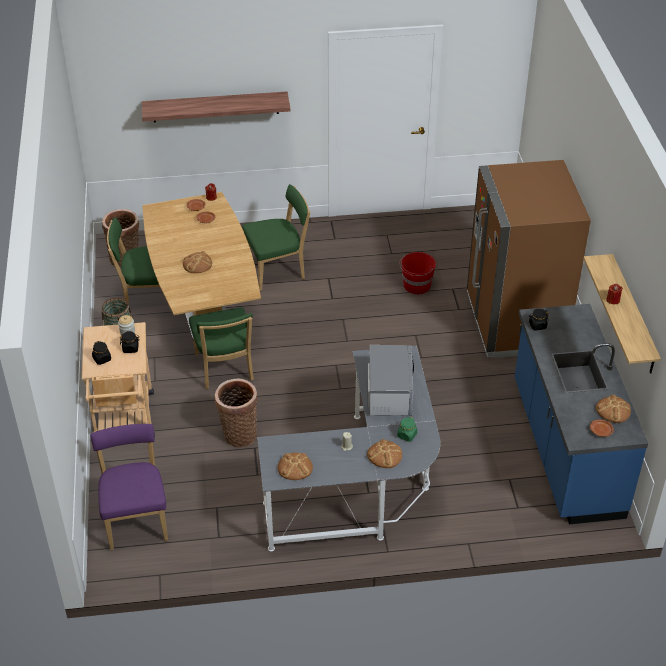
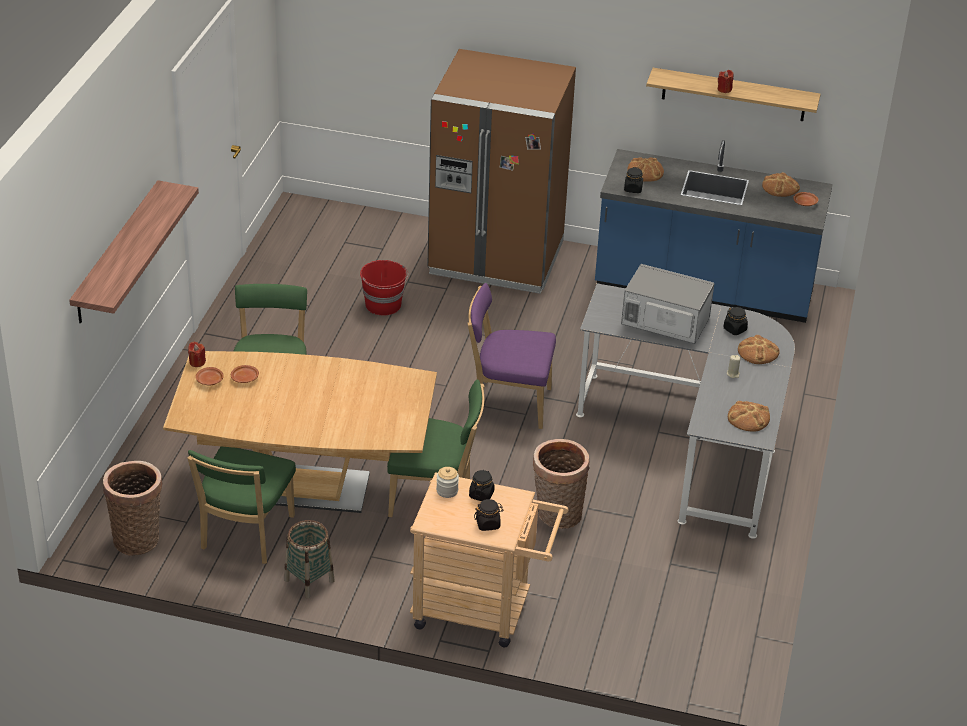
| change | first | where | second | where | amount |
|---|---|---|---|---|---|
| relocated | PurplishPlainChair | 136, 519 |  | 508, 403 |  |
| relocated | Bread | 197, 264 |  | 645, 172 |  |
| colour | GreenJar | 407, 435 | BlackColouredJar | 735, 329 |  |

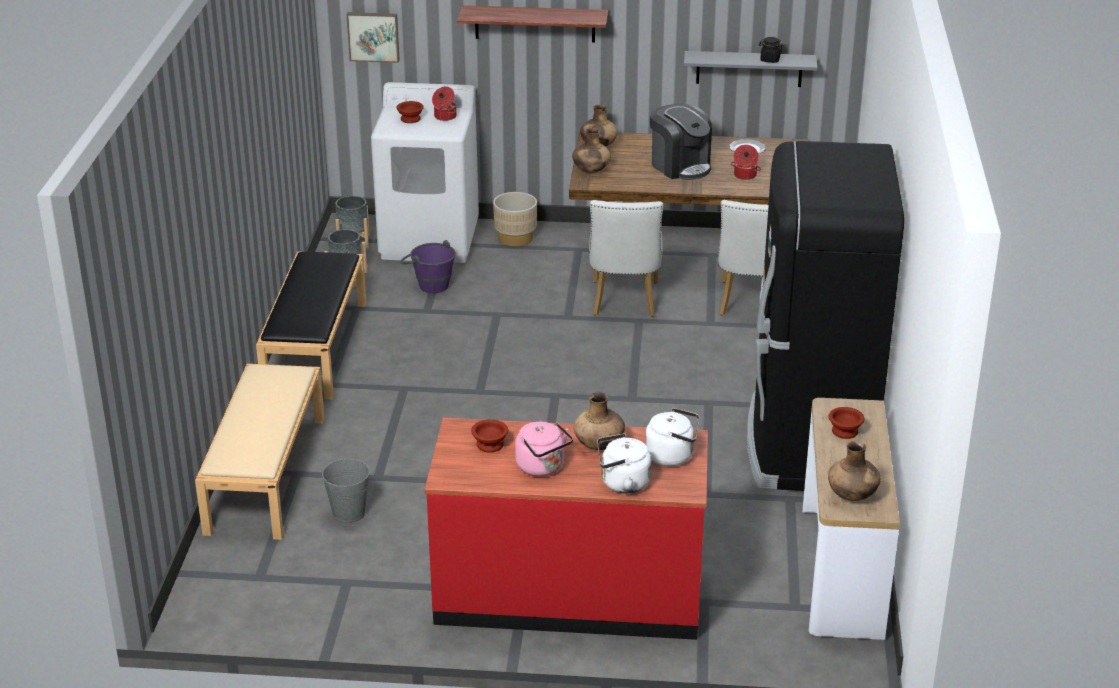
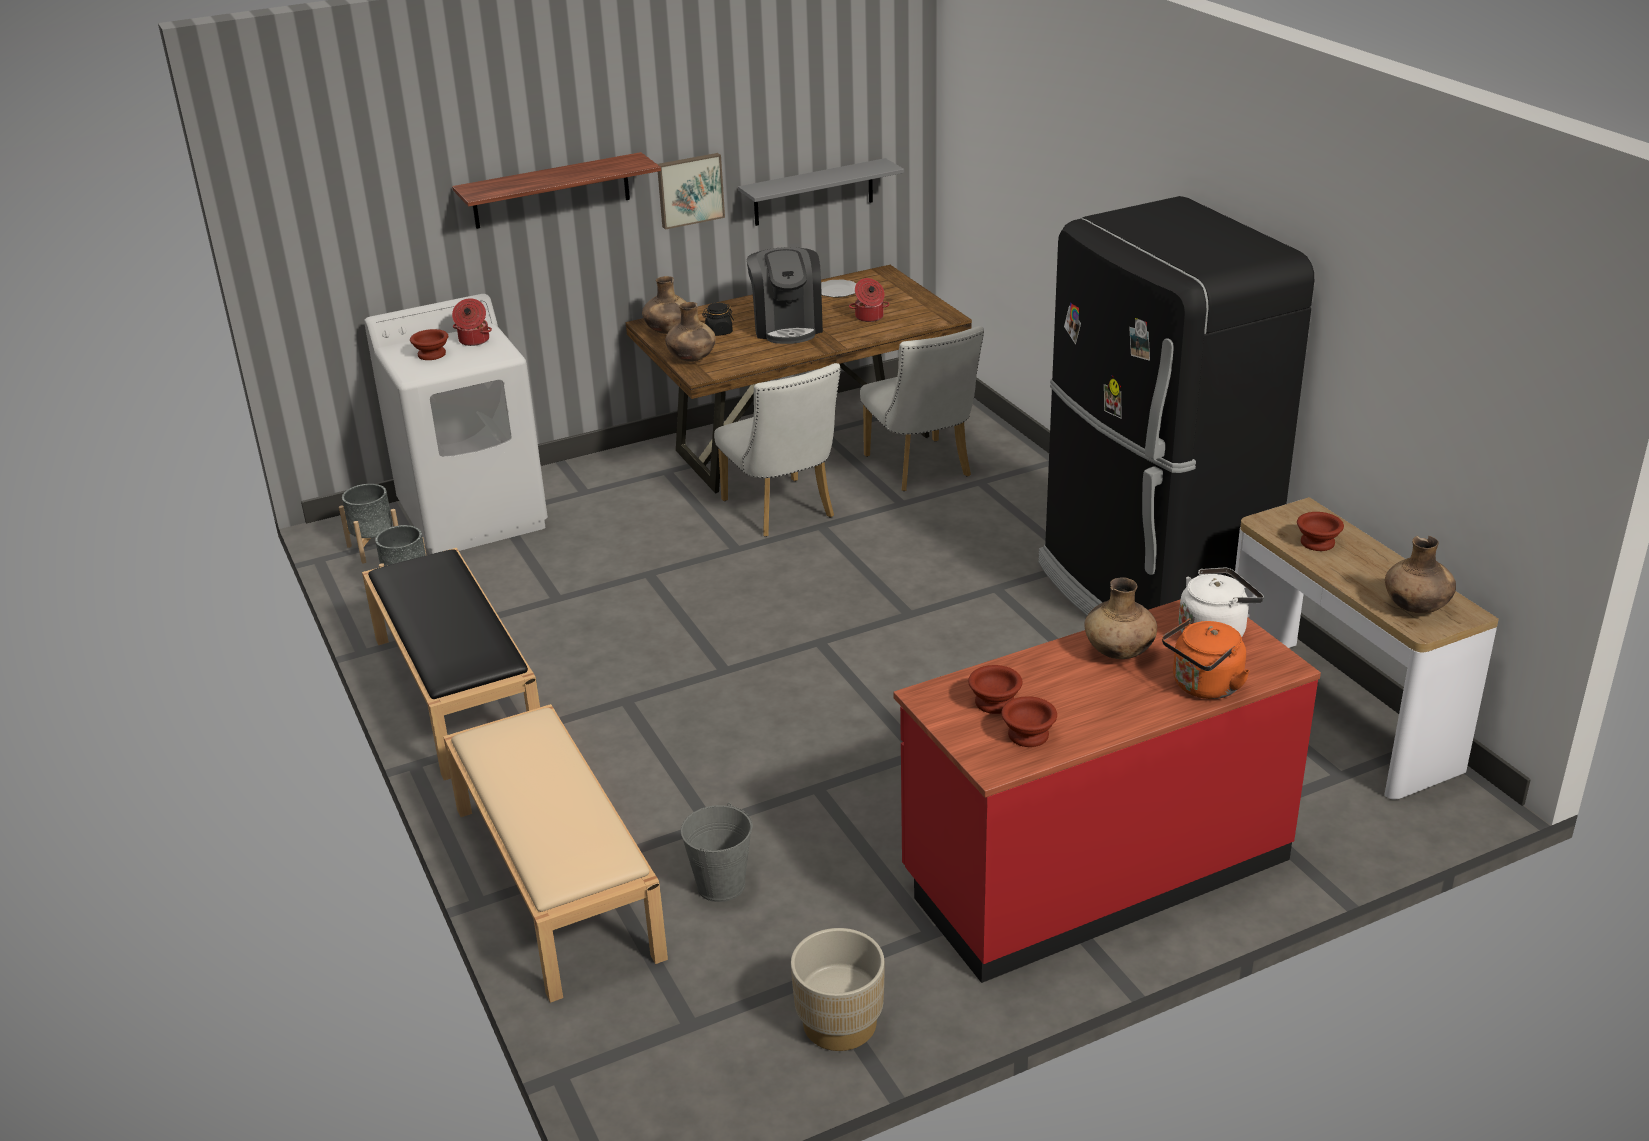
| change | first | where | second | where | amount |
|---|---|---|---|---|---|
| relocated | Picture | 373, 36 |  | 689, 190 |  |
| missing | PurplishWaterBucket | 429, 284 |  |  |  |
| relocated | BeigePlanter | 515, 238 |  | 839, 1024 |  |
| missing | PinkKettle | 542, 467 |  |  |  |
| colour | WhiteColouredKettle | 622, 483 | OrangeKettle | 1203, 687 |  |
| spun | CoffeeBrewer | 680, 166 |  | 787, 327 | 60 degrees clockwise |
| relocated | BlackColouredJar | 770, 60 |  | 719, 332 |  |
| appeared |  |  | BrownColouredDeepDish | 1030, 734 |  |

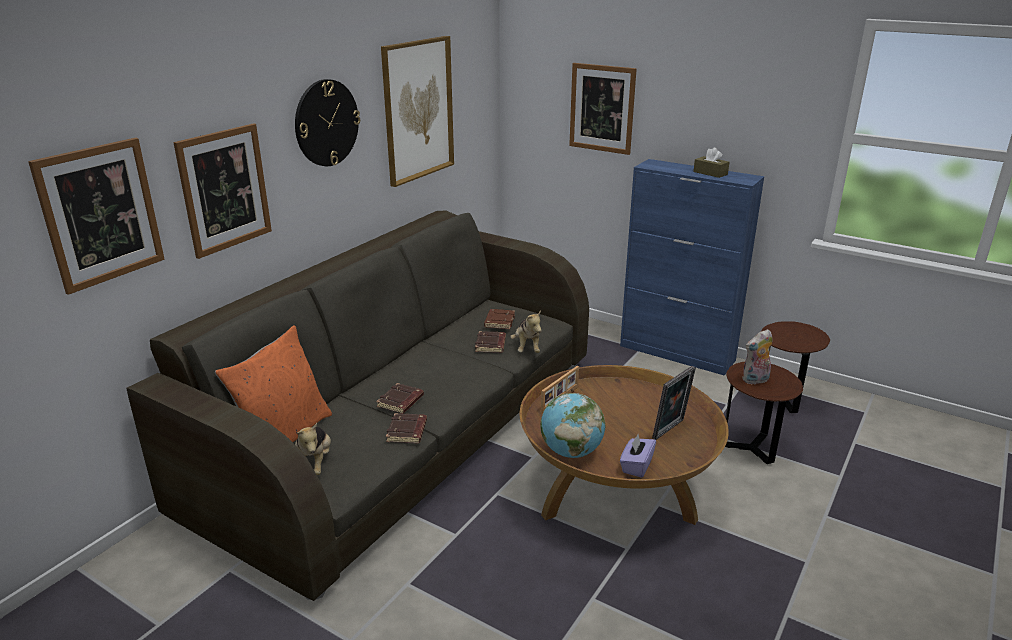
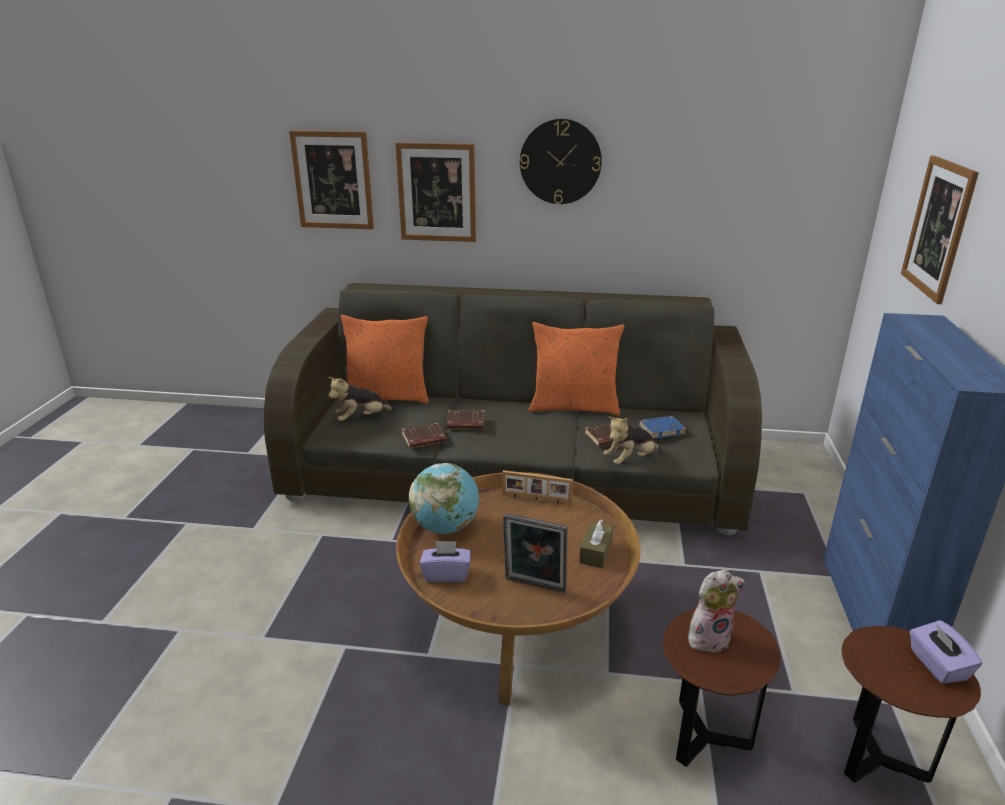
| change | first | where | second | where | amount |
|---|---|---|---|---|---|
| missing | Picture | 418, 110 |  |  |  |
| colour | BrownColouredBoundBook | 499, 321 | BlueBoundBook | 661, 430 |  |
| relocated | BrownColouredBoxOfTissues | 710, 173 |  | 596, 552 |  |
| spun | CuddlyToy | 755, 380 |  | 708, 637 | 120 degrees clockwise |
| appeared |  |  | OrangePillow | 574, 406 |  |
| appeared |  |  | PurplishBoxOfTissues | 937, 665 |  |

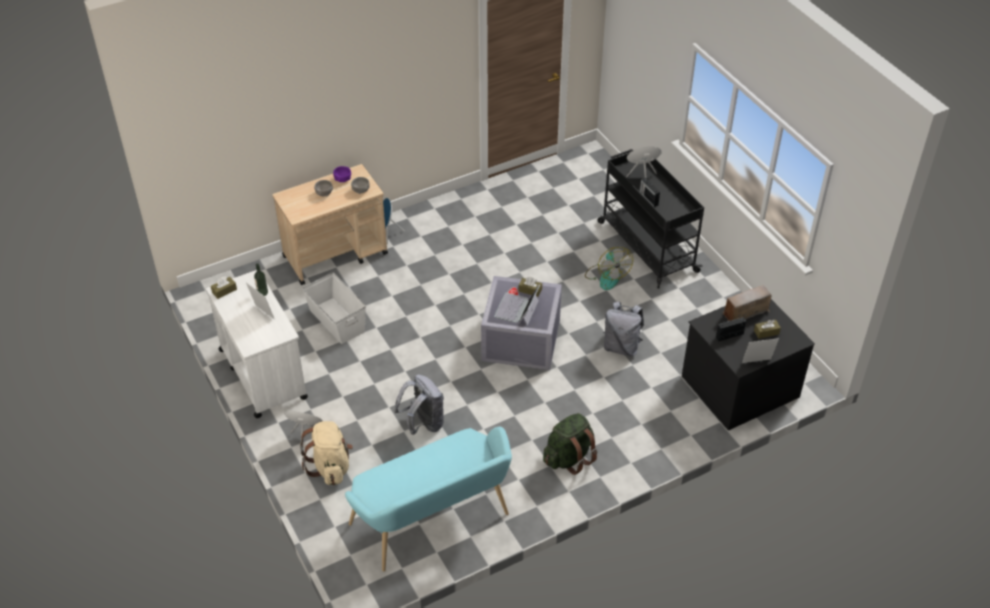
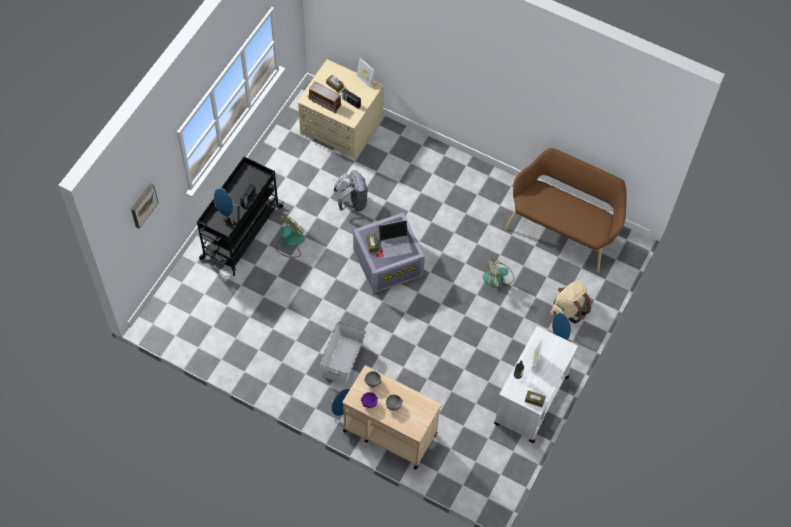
| change | first | where | second | where | amount |
|---|---|---|---|---|---|
| relocated | WhiteColouredStorageBox | 337, 320 |  | 342, 359 |  |
| colour | TurquoiseColouredIndoorBench | 434, 523 | BrownColouredIndoorBench | 563, 230 |  |
| exchanged | GrayKnapsack | 423, 423 | ElectricFan | 498, 278 |  |
| missing | GreenKnapsack | 569, 457 |  |  |  |
| colour | BlackColouredDrawerChest | 739, 385 | BeigeDrawerChest | 341, 127 |  |
| appeared |  |  | Picture | 143, 205 |  |

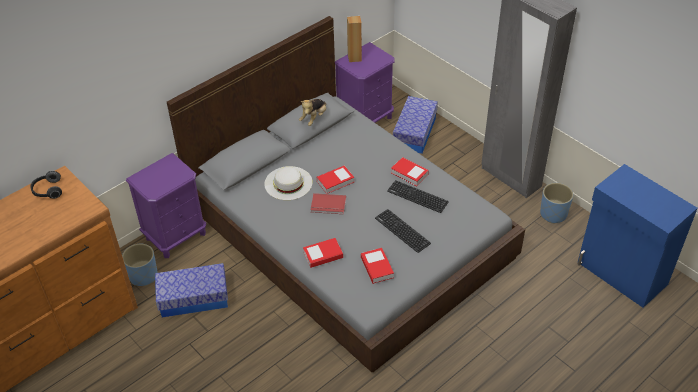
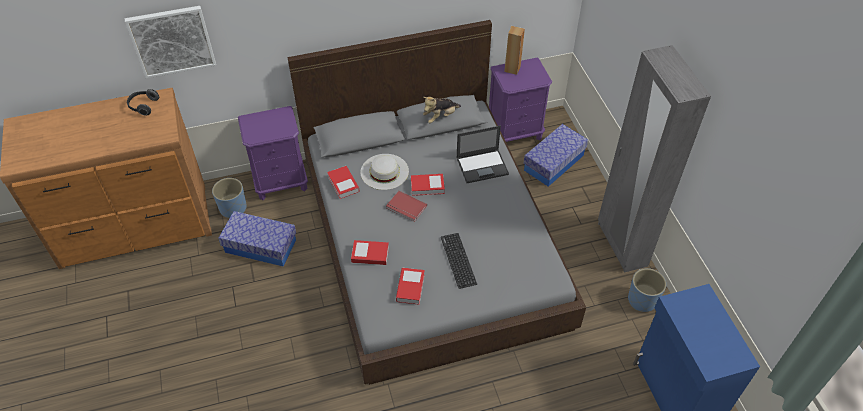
| change | first | where | second | where | amount |
|---|---|---|---|---|---|
| missing | PcKeyboard | 417, 197 |  |  |  |
| relocated | BoundBook | 409, 174 |  | 343, 184 |  |
| appeared |  |  | Picture | 172, 41 |  |
| appeared |  |  | NotebookComputer | 482, 166 |  |

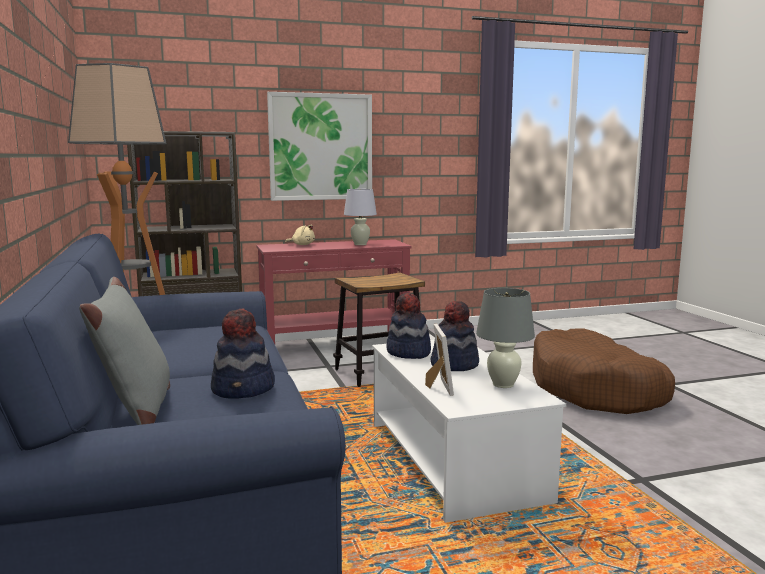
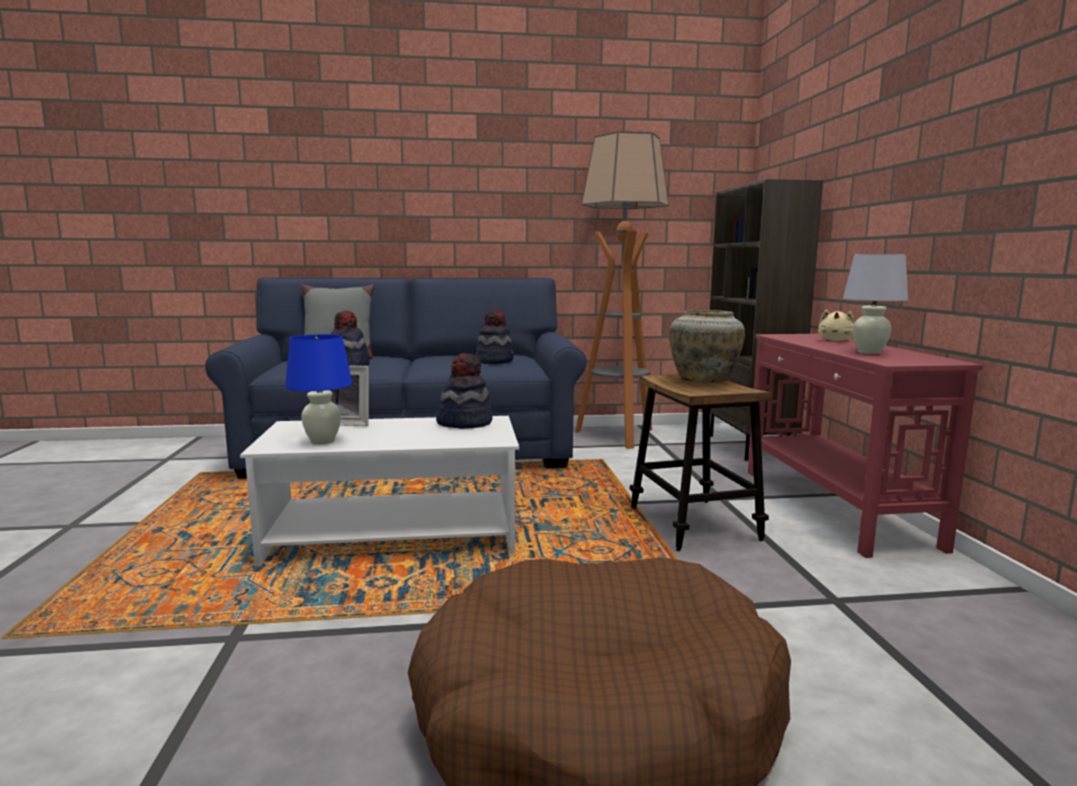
| change | first | where | second | where | amount |
|---|---|---|---|---|---|
| missing | Picture | 320, 147 |  |  |  |
| relocated | WearableHat | 454, 364 |  | 494, 361 |  |
| colour | GrayLampForATable | 503, 384 | BlueLampForATable | 322, 441 |  |
| appeared |  |  | BeigeDecorativeVase | 704, 380 |  |

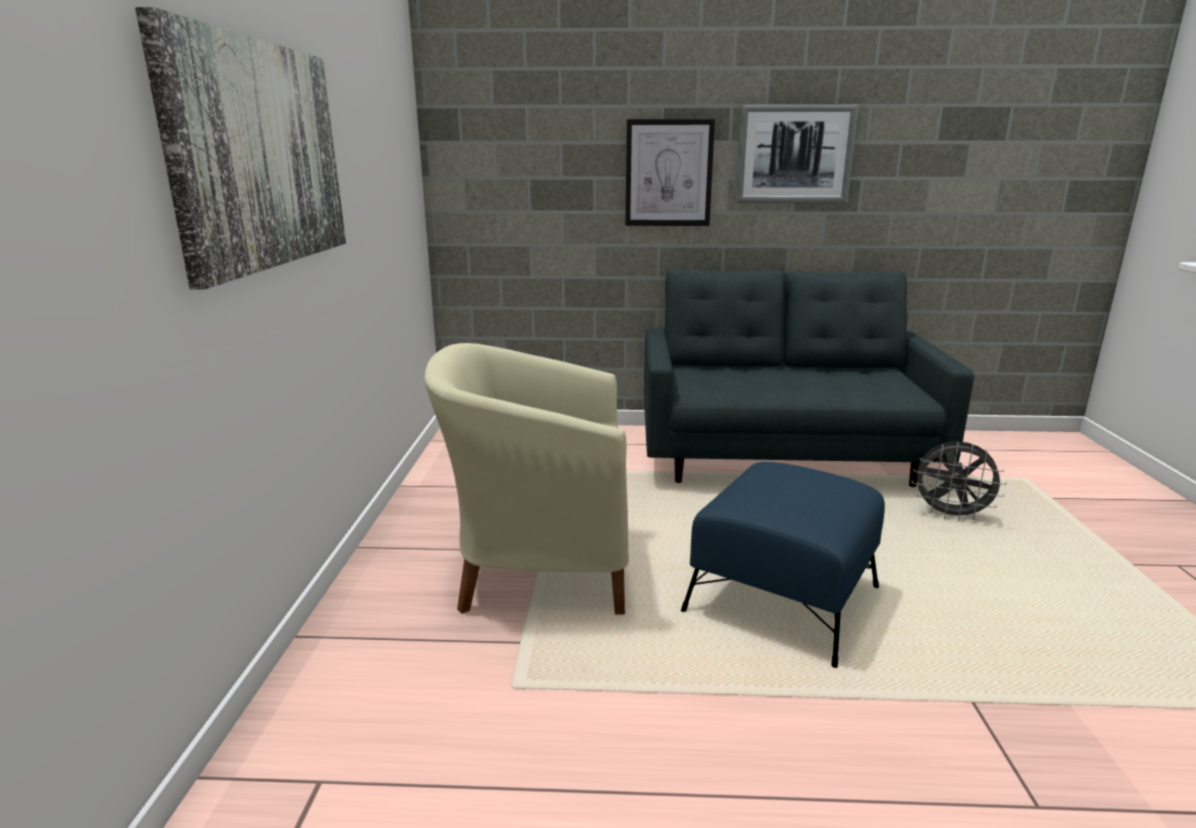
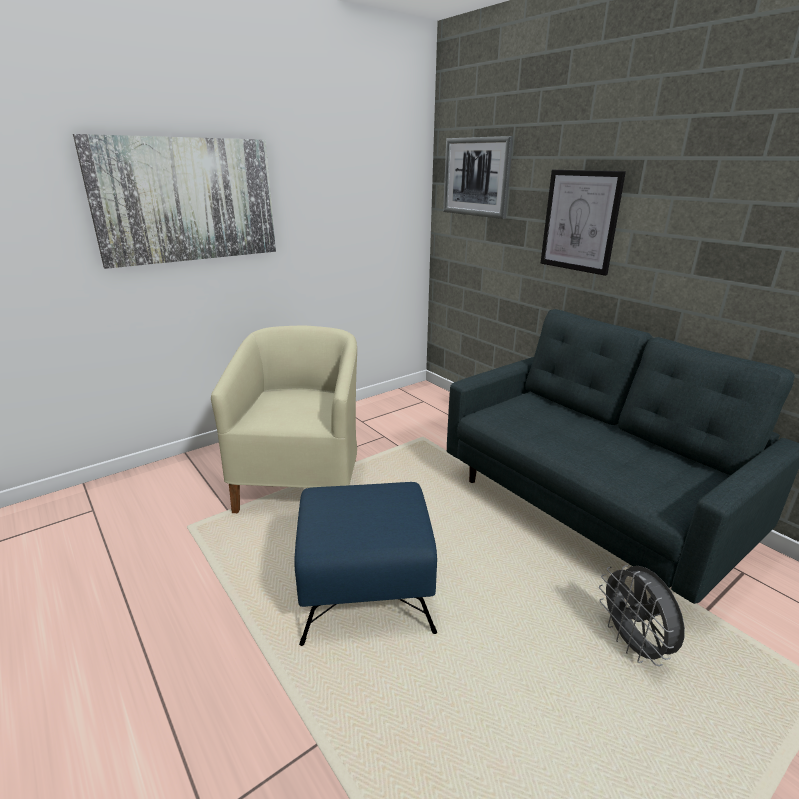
| change | first | where | second | where | amount |
|---|---|---|---|---|---|
| spun | BeigeArmchair | 538, 569 |  | 302, 482 | 45 degrees clockwise |
| relocated | Picture | 794, 155 |  | 476, 177 |  |

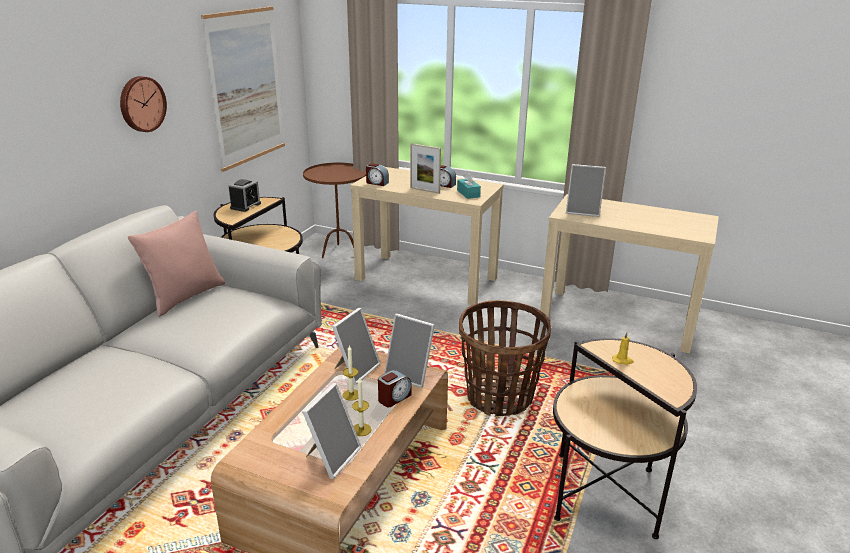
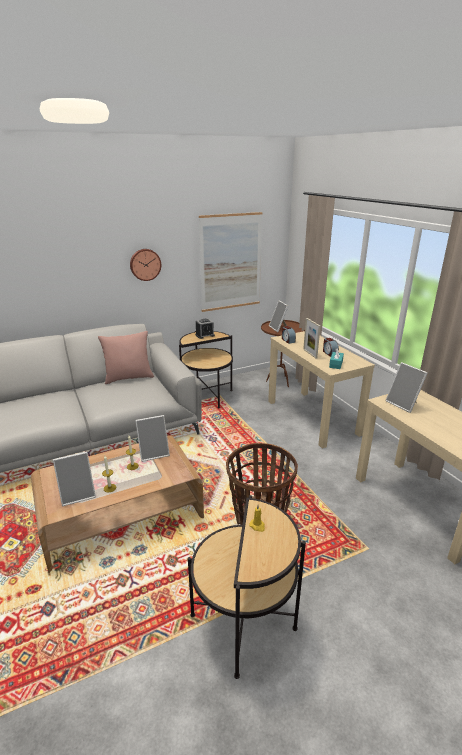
| change | first | where | second | where | amount |
|---|---|---|---|---|---|
| missing | BedsideClock | 394, 398 |  |  |  |
| relocated | PictureFrame | 411, 374 |  | 279, 328 |  |

